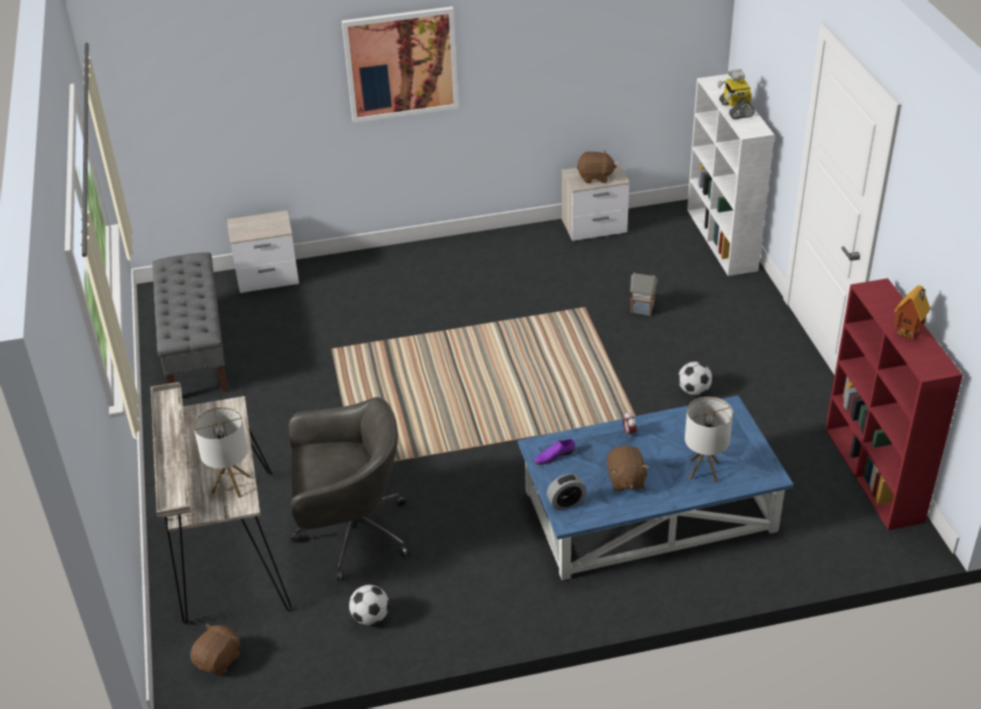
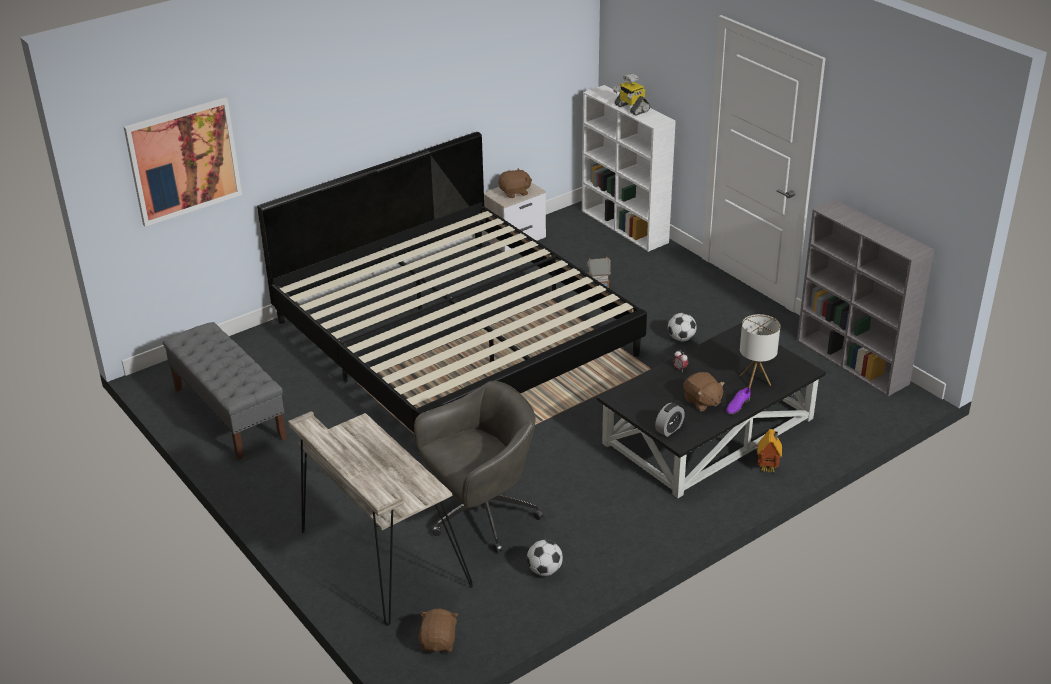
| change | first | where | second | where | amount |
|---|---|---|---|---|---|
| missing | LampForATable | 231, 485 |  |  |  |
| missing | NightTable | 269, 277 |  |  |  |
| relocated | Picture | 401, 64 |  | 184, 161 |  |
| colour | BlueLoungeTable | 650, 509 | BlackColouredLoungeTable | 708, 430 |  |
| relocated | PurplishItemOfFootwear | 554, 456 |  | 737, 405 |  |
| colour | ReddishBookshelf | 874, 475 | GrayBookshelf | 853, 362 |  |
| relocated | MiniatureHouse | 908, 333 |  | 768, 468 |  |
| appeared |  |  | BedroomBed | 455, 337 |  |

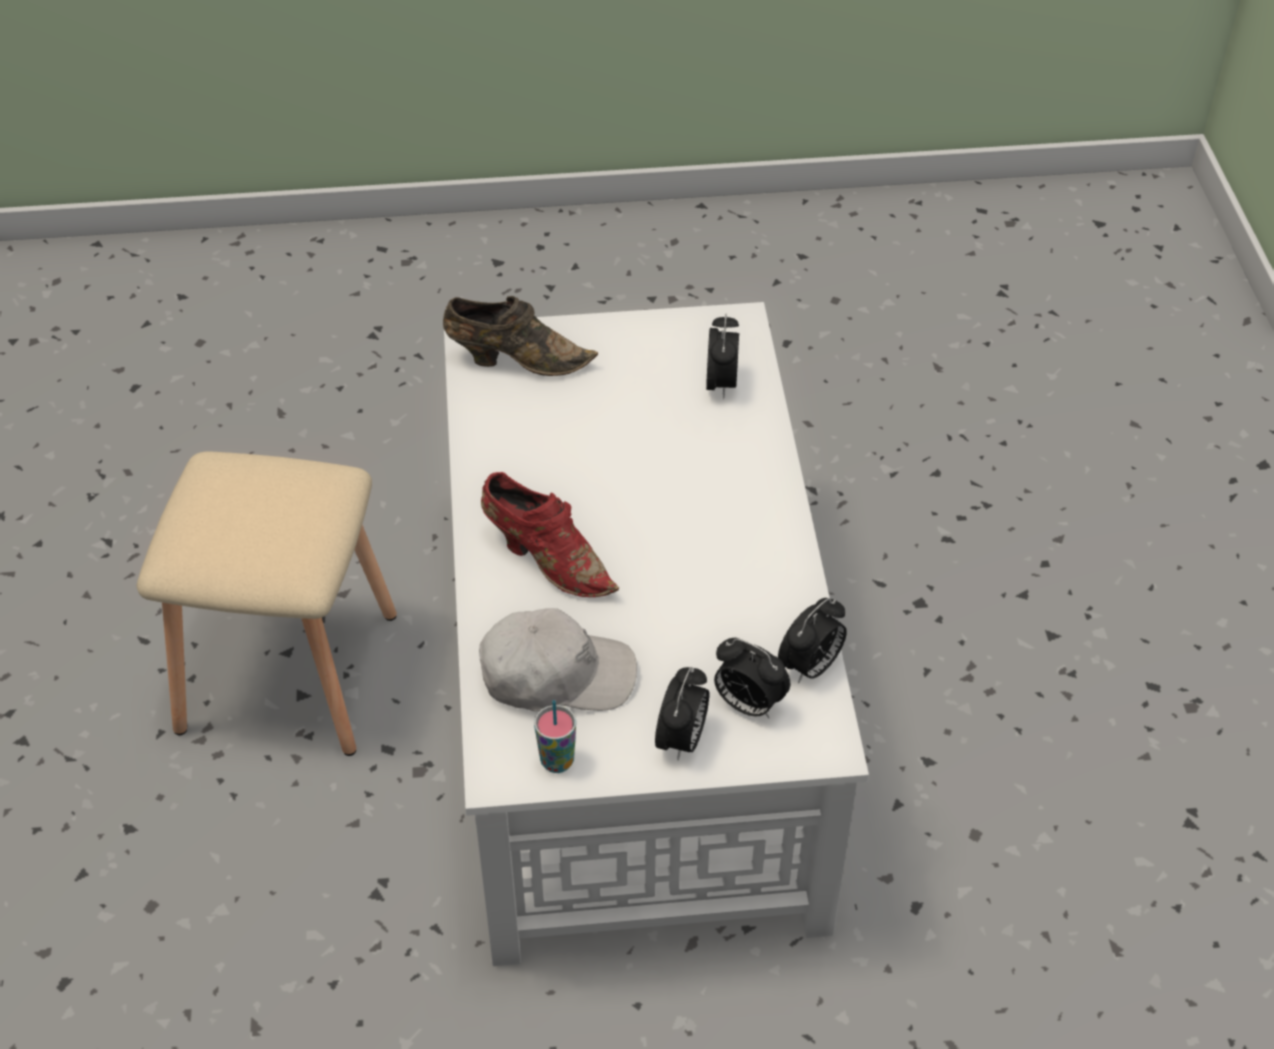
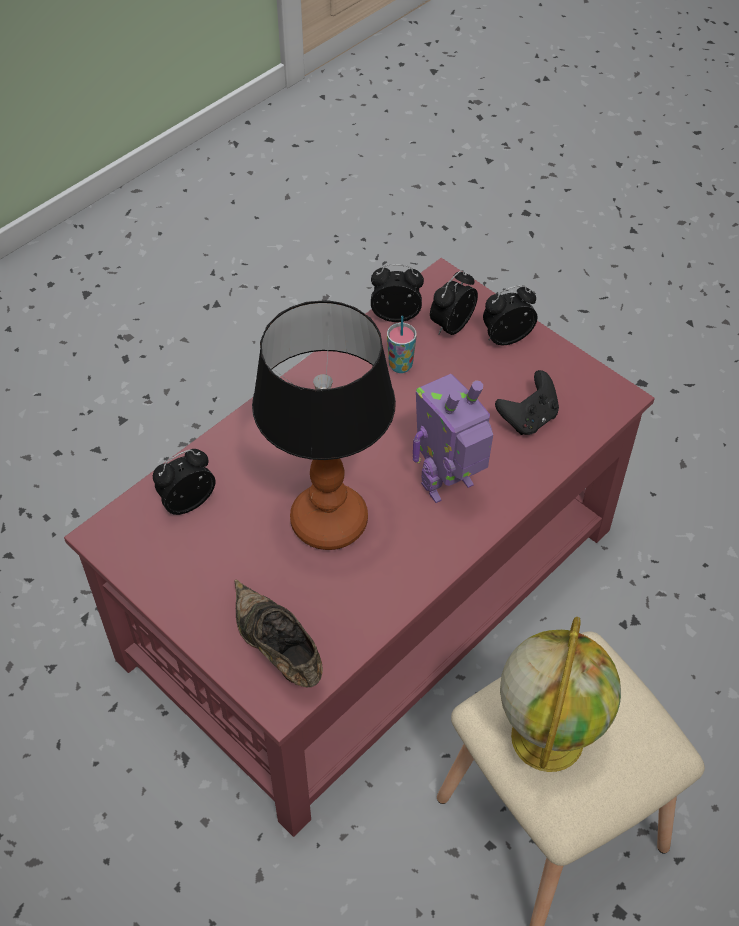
| change | first | where | second | where | amount |
|---|---|---|---|---|---|
| colour | WhiteColouredLoungeTable | 634, 698 | ReddishLoungeTable | 368, 594 |  |
| exchanged | WhiteColouredBaseballCap | 556, 675 | BlackColouredGameController | 528, 419 |  |
| exchanged | ReddishItemOfFootwear | 546, 559 | ModelRobot | 449, 486 |  |
| relocated | SmallCup | 557, 761 |  | 400, 366 |  |
| spun | BedsideClock | 747, 704 |  | 451, 325 | 135 degrees counterclockwise |
| appeared |  |  | LampForATable | 328, 520 |  |
| appeared |  |  | Globe | 547, 735 |  |

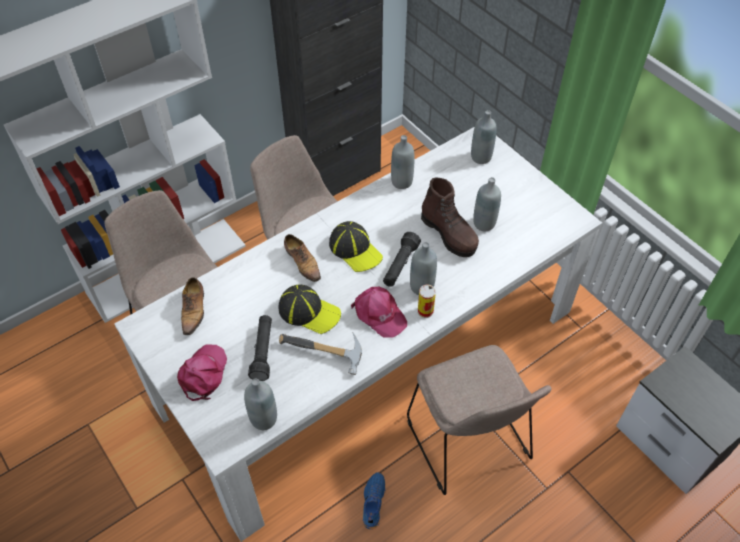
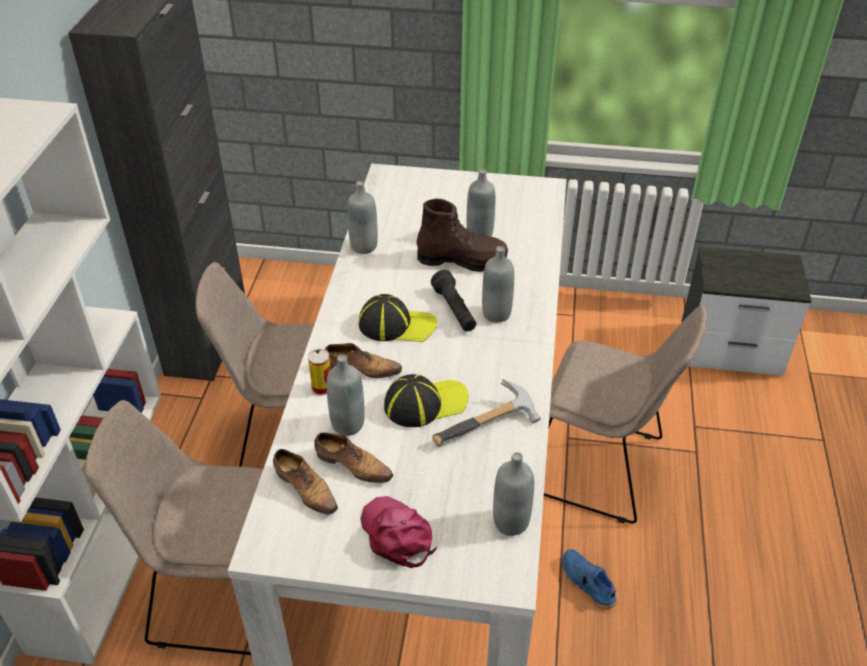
| change | first | where | second | where | amount |
|---|---|---|---|---|---|
| missing | BlackColouredTorch | 263, 352 |  |  |  |
| missing | PinkBaseballCap | 379, 314 |  |  |  |
| relocated | SealedCan | 425, 311 |  | 322, 388 |  |
| relocated | GrayBottle | 481, 157 |  | 348, 424 |  |
| appeared |  |  | ItemOfFootwear | 352, 465 |  |

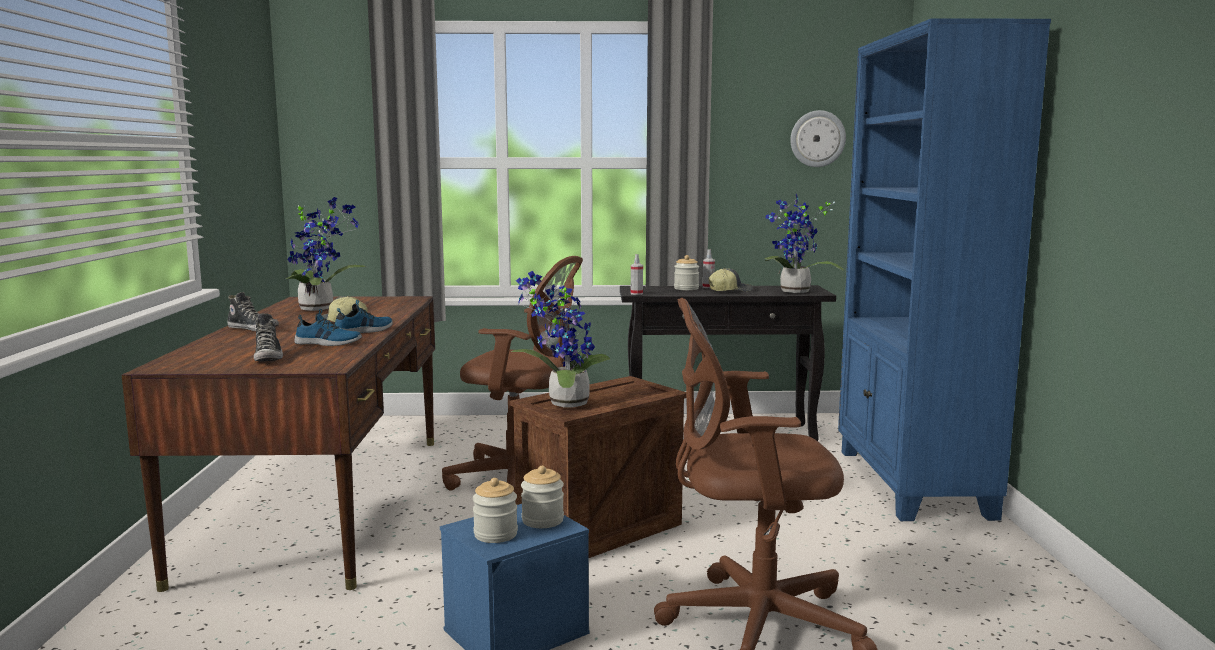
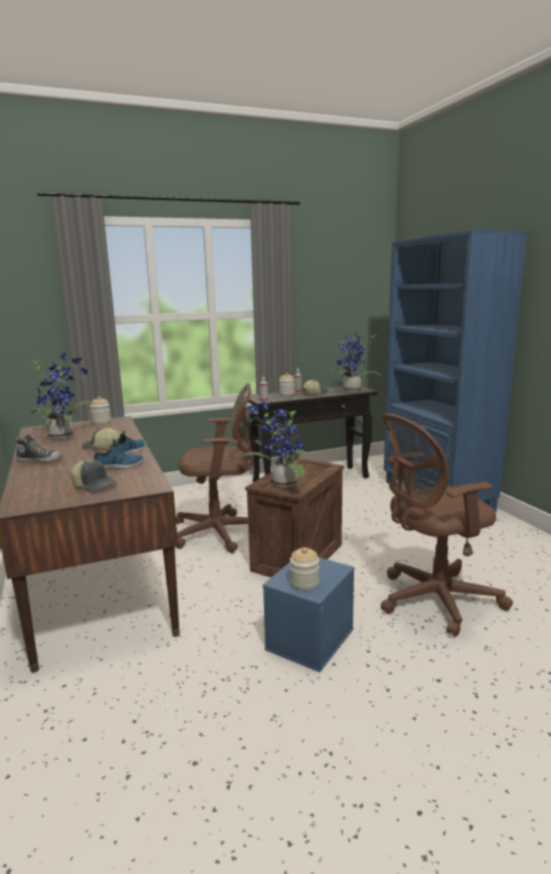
| change | first | where | second | where | amount |
|---|---|---|---|---|---|
| exchanged | ItemOfFootwear | 269, 357 | BaseballCap | 94, 485 |  |
| relocated | Jar | 542, 520 |  | 101, 422 |  |
| missing | WallClock | 817, 139 |  |  |  |

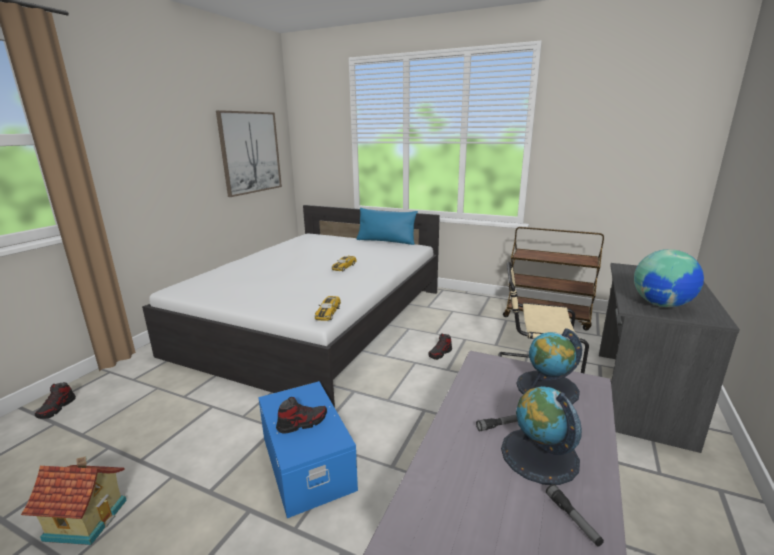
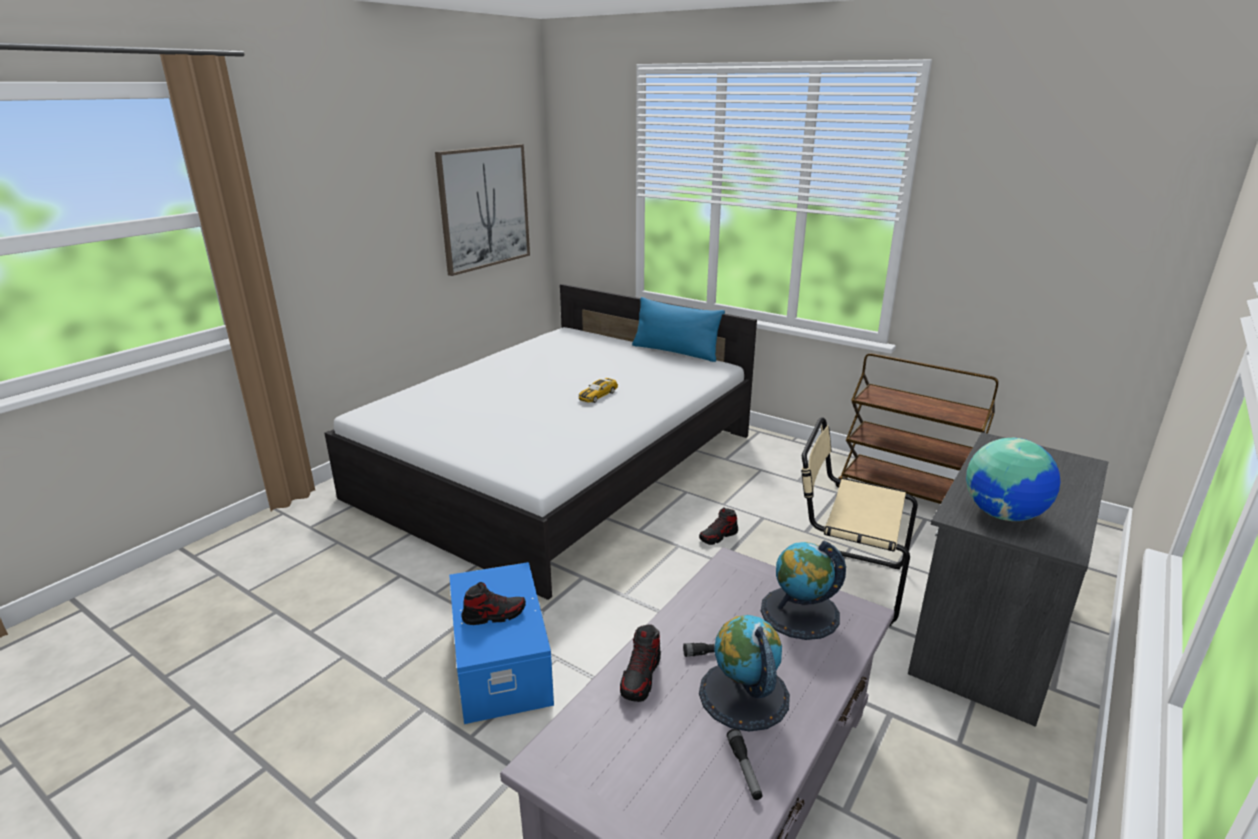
| change | first | where | second | where | amount |
|---|---|---|---|---|---|
| missing | MiniatureHouse | 87, 518 |  |  |  |
| relocated | ItemOfFootwear | 57, 408 |  | 641, 677 |  |
| missing | ModelCar | 328, 313 |  |  |  |

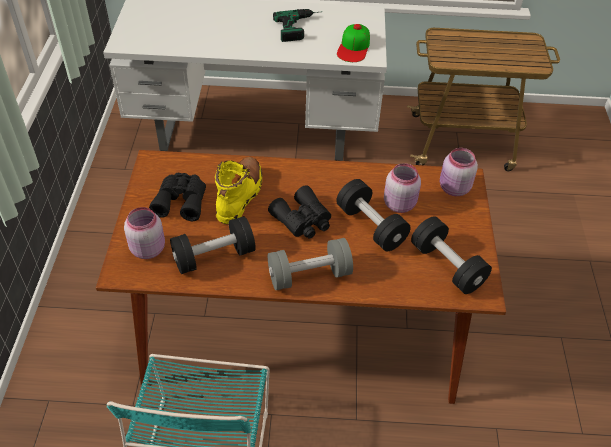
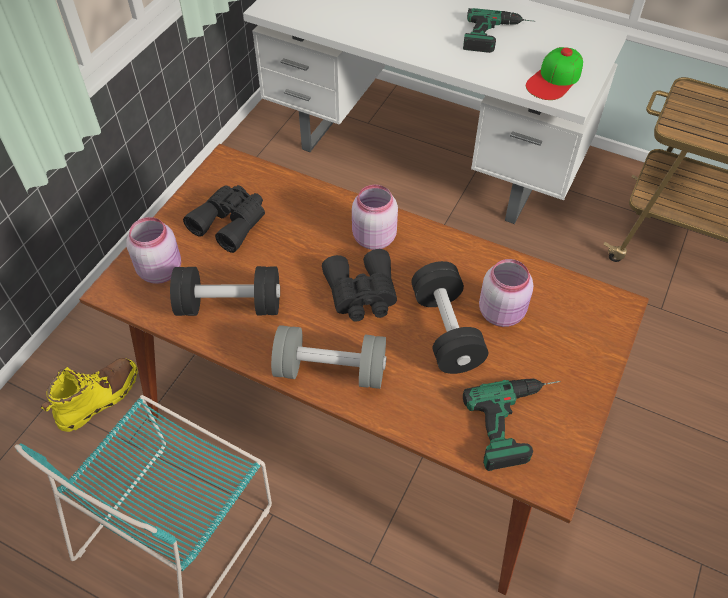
| change | first | where | second | where | amount |
|---|---|---|---|---|---|
| relocated | YellowColouredTallBoot | 240, 195 |  | 99, 398 |  |
| exchanged | BlackColouredDumbbell | 447, 266 | Drill | 520, 422 |  |
| relocated | PinkJar | 453, 188 |  | 372, 238 |  |

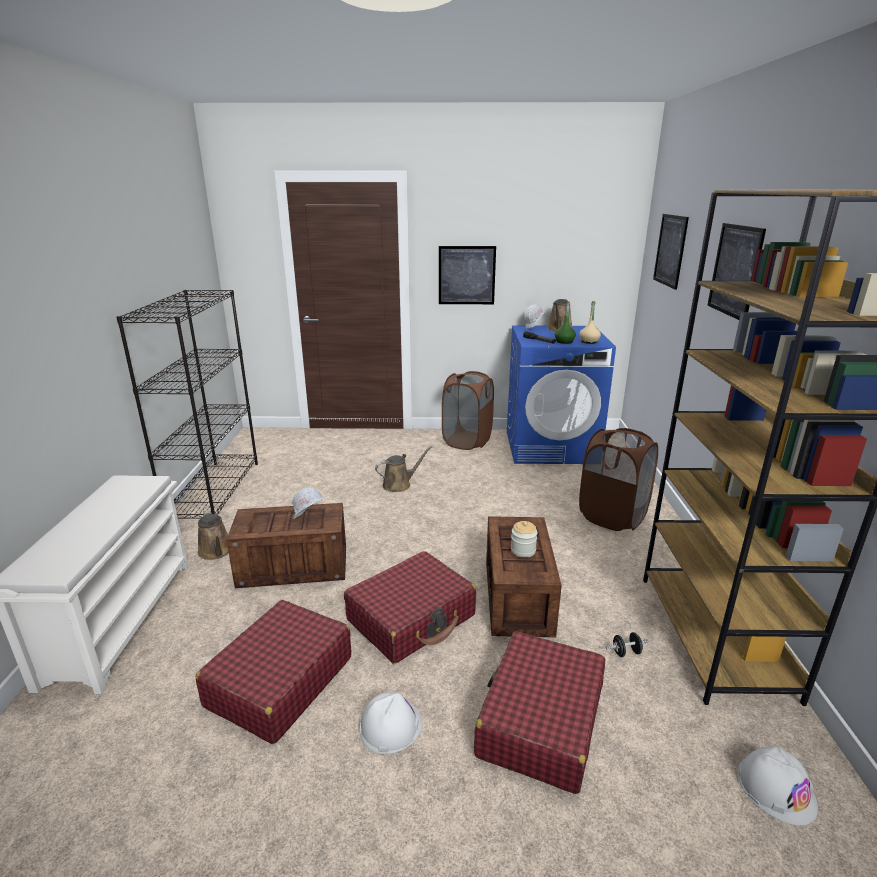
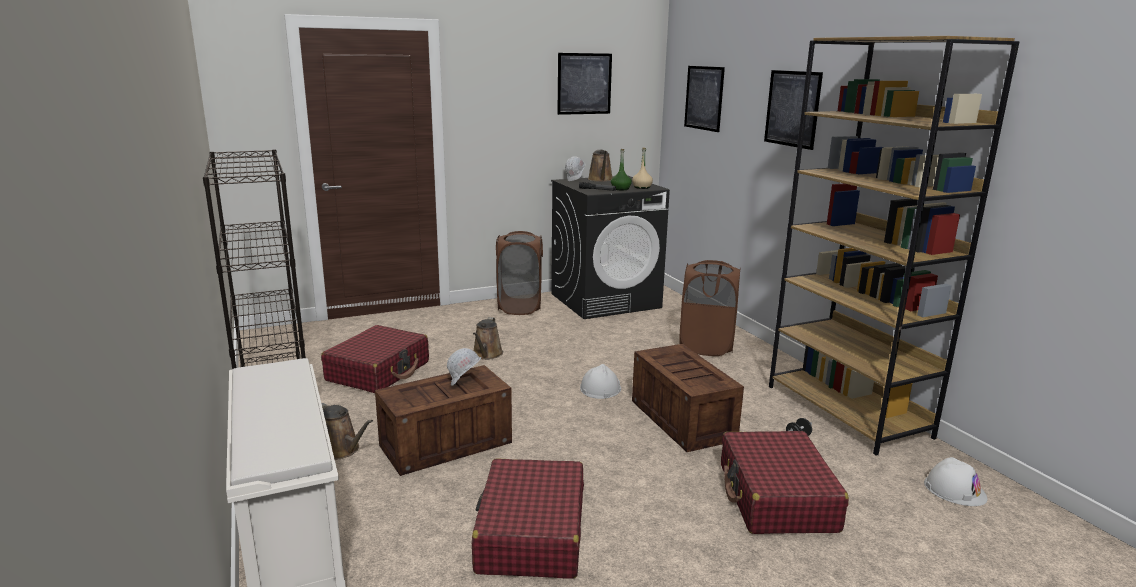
| change | first | where | second | where | amount |
|---|---|---|---|---|---|
| relocated | ReddishSuitcase | 412, 618 |  | 378, 371 |  |
| relocated | WhiteColouredWorkHelmet | 390, 725 |  | 600, 388 |  |
| spun | BrownColouredSprinklingCan | 399, 484 |  | 486, 355 | 150 degrees clockwise |
| relocated | Picture | 466, 275 |  | 584, 84 |  |
| colour | BlueLaundryAppliance | 551, 447 | BlackColouredLaundryAppliance | 605, 300 |  |
| missing | Jar | 523, 550 |  |  |  |

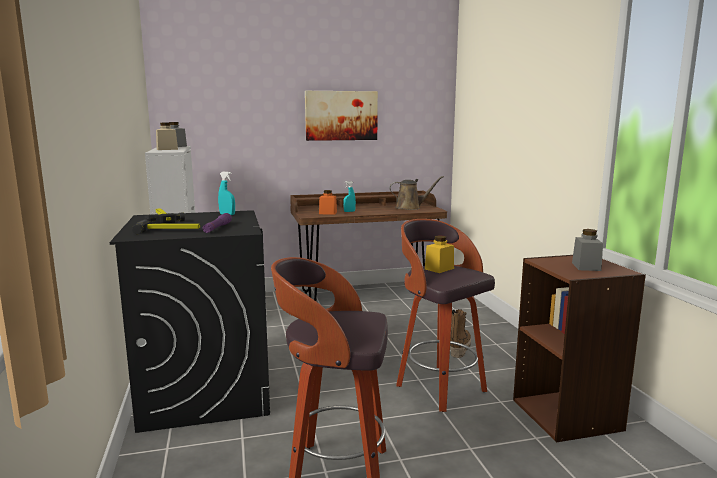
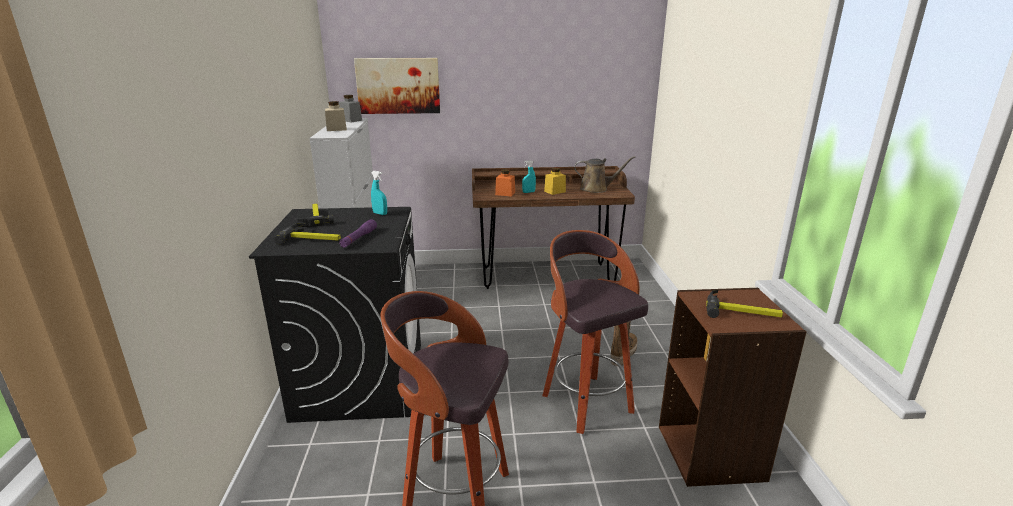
| change | first | where | second | where | amount |
|---|---|---|---|---|---|
| relocated | Picture | 341, 115 |  | 398, 85 |  |
| relocated | YellowColouredJar | 439, 269 |  | 554, 191 |  |
| exchanged | GrayJar | 586, 266 | ToolHammer | 742, 311 |  |

